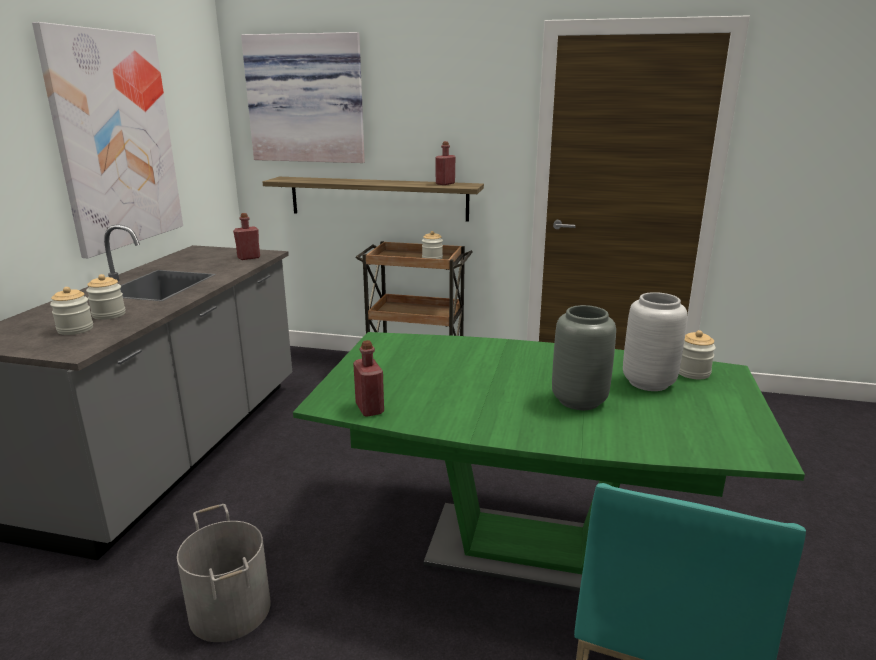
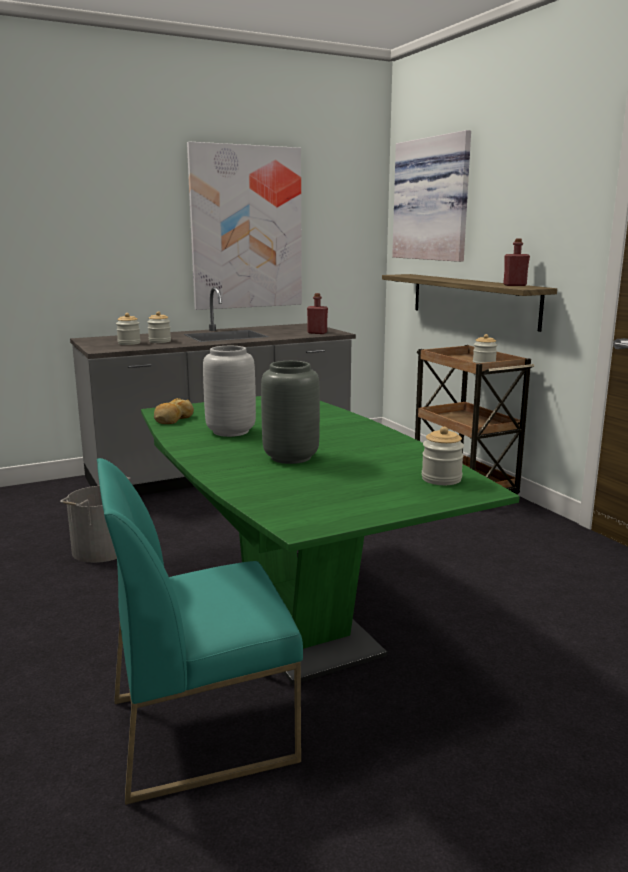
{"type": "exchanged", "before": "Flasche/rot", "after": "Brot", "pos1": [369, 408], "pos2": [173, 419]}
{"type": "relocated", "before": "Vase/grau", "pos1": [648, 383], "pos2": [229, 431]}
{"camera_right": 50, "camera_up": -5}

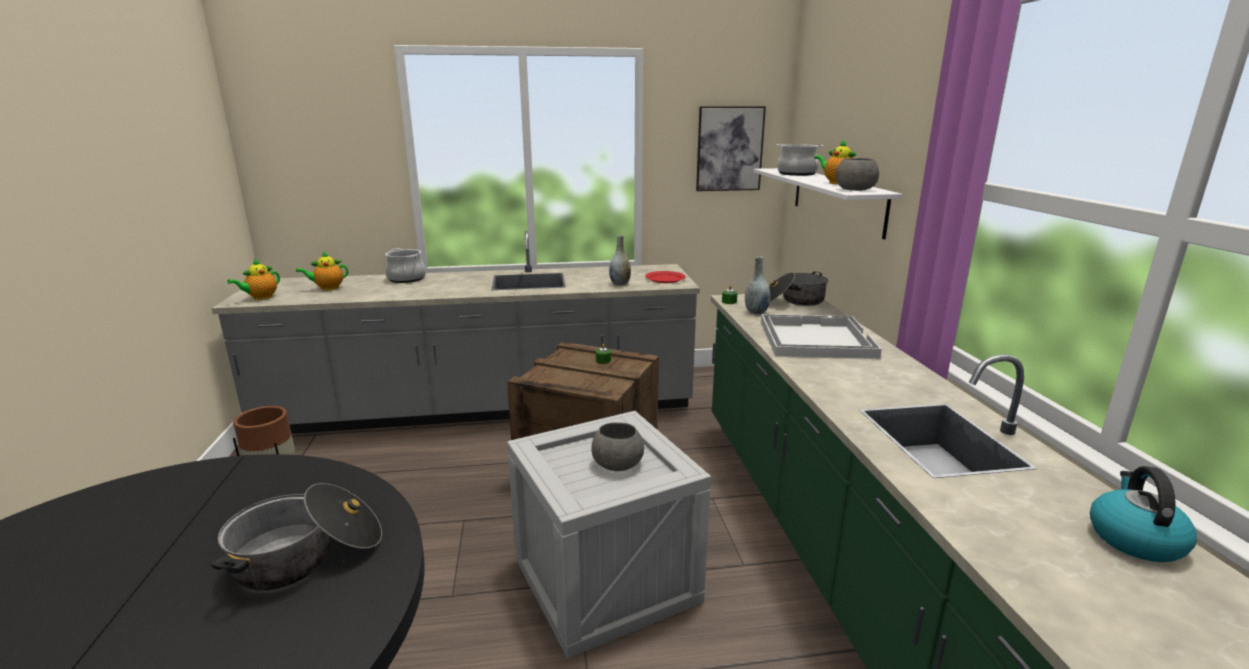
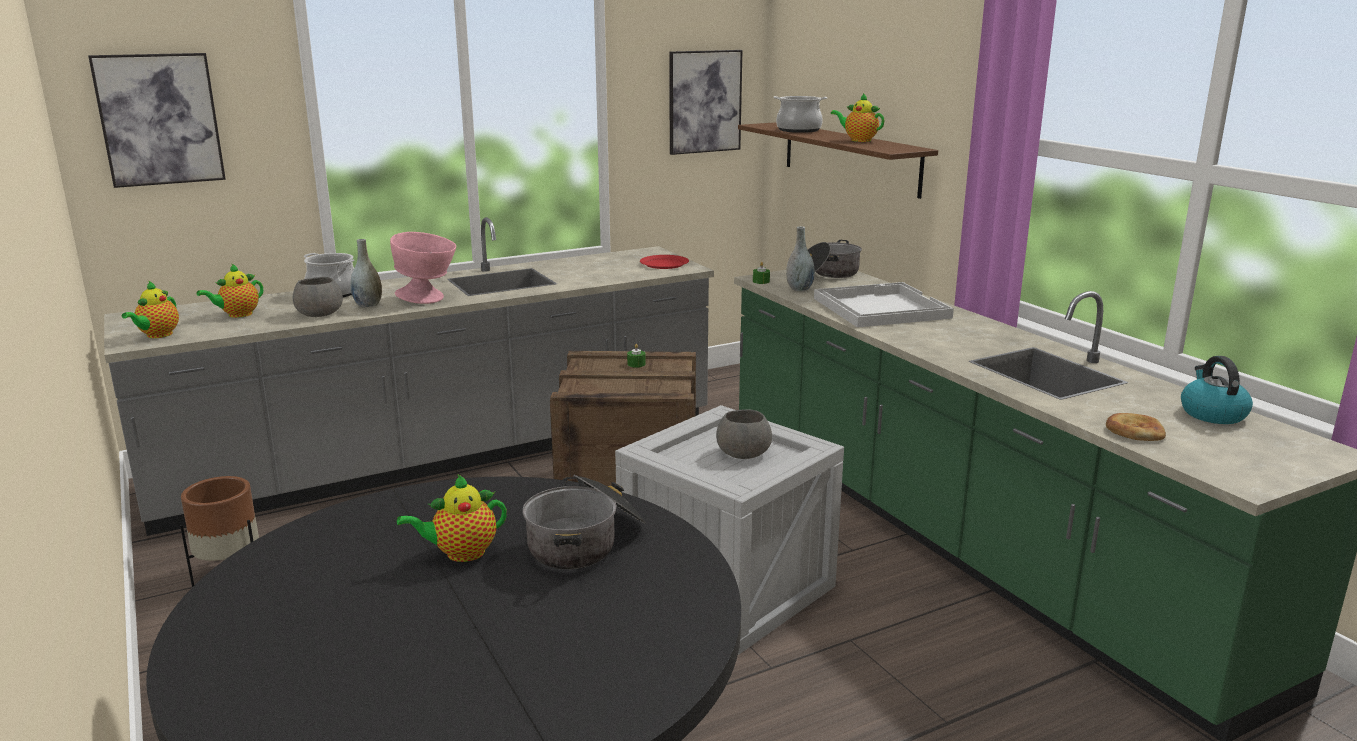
{"type": "relocated", "before": "Vase/grau", "pos1": [620, 284], "pos2": [368, 305]}
{"type": "colour", "before": "Wandregal/weiß", "after": "Wandregal/braun", "pos1": [836, 199], "pos2": [850, 158]}
{"type": "relocated", "before": "Schüssel/grau", "pos1": [854, 189], "pos2": [318, 314]}
{"type": "appeared", "after": "Bild", "pos2": [159, 119]}
{"type": "appeared", "after": "Schüssel/rosa", "pos2": [428, 299]}
{"type": "appeared", "after": "Teekanne", "pos2": [461, 553]}
{"type": "appeared", "after": "Brot", "pos2": [1134, 431]}
{"camera_right": -20, "camera_up": 0}

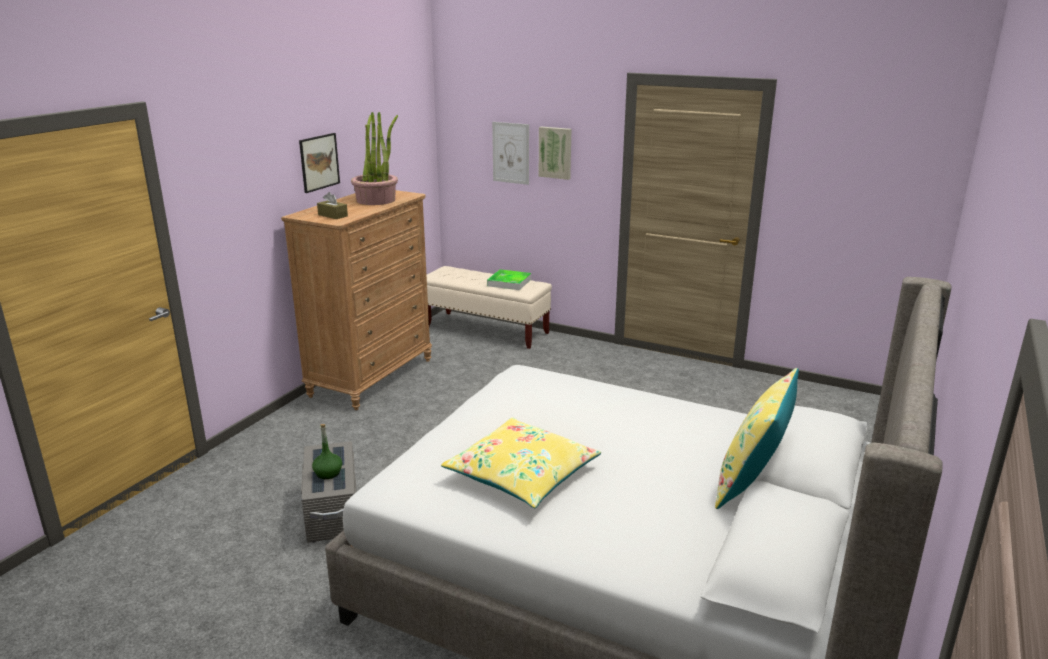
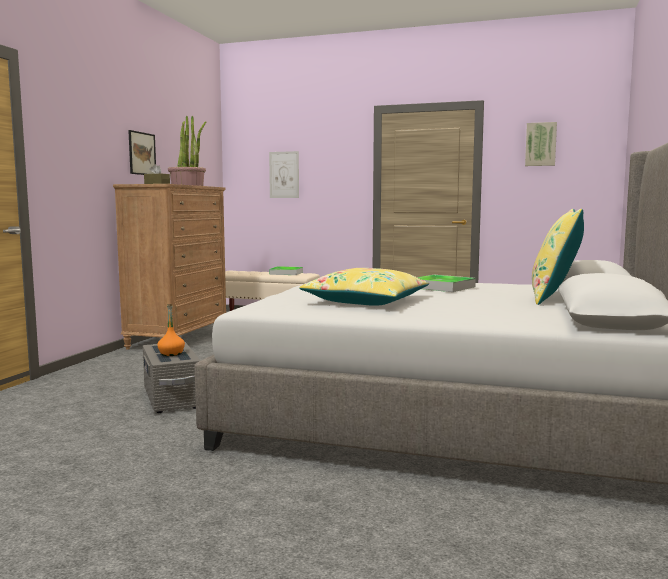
{"type": "colour", "before": "Flasche/grün", "after": "Flasche/orange", "pos1": [328, 473], "pos2": [171, 354]}
{"type": "relocated", "before": "Bild", "pos1": [555, 152], "pos2": [540, 144]}
{"type": "appeared", "after": "Tablett", "pos2": [442, 287]}
{"camera_right": -10, "camera_up": -15}

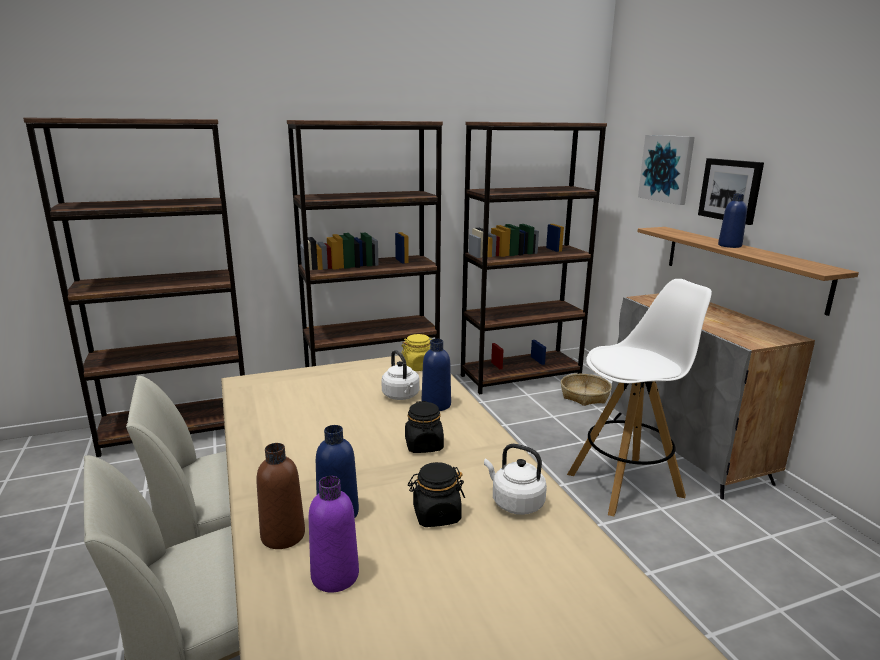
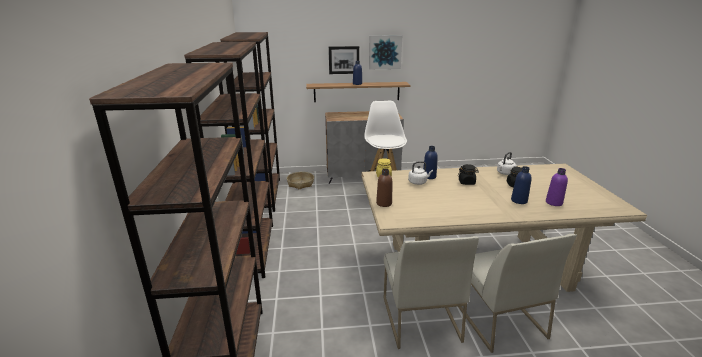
{"type": "relocated", "before": "Flasche/braun", "pos1": [283, 535], "pos2": [384, 203]}
{"type": "relocated", "before": "Bild", "pos1": [666, 168], "pos2": [385, 52]}
{"camera_right": -75, "camera_up": 5}

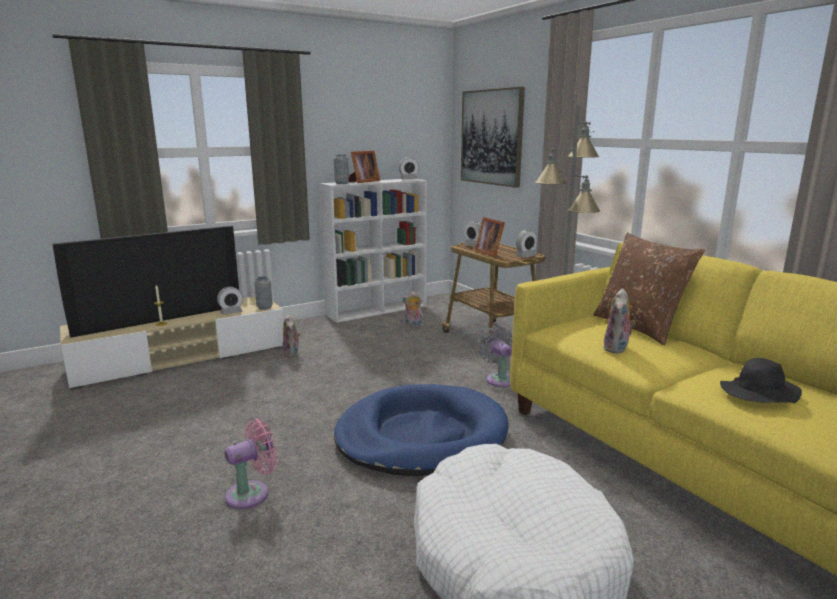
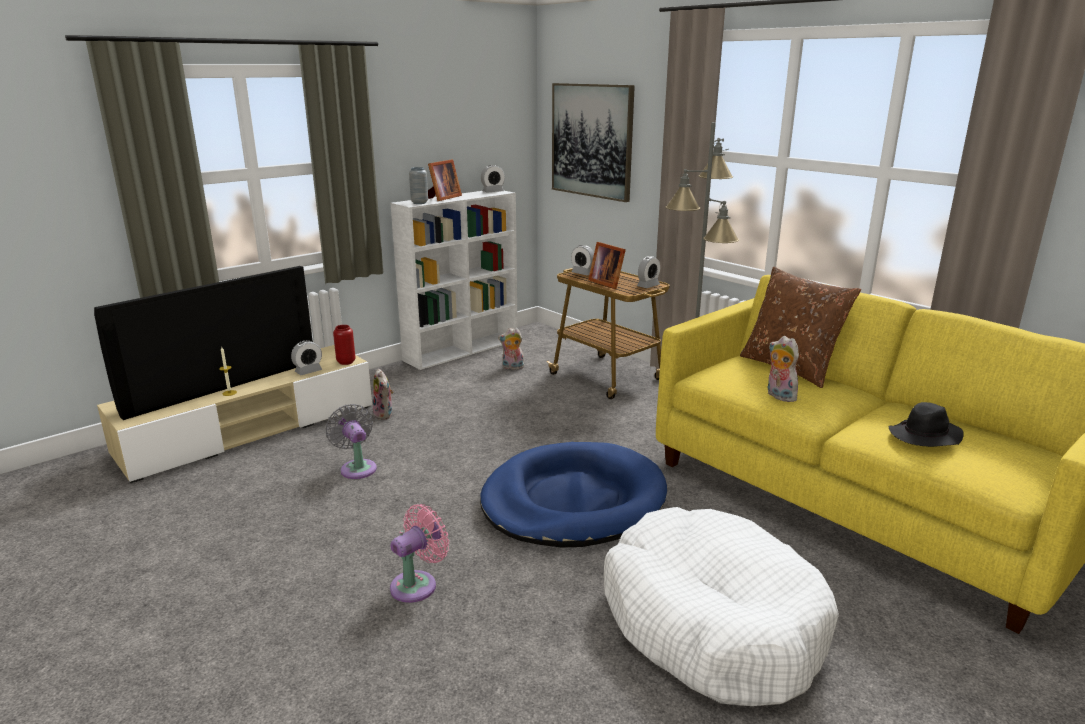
{"type": "colour", "before": "Vase/grau", "after": "Vase/rot", "pos1": [264, 307], "pos2": [346, 362]}
{"type": "relocated", "before": "Ventilator/grau", "pos1": [499, 379], "pos2": [357, 467]}
{"type": "spun", "before": "Plüschtier", "pos1": [617, 349], "pos2": [778, 396], "turn": 135}
{"camera_right": -10, "camera_up": 5}

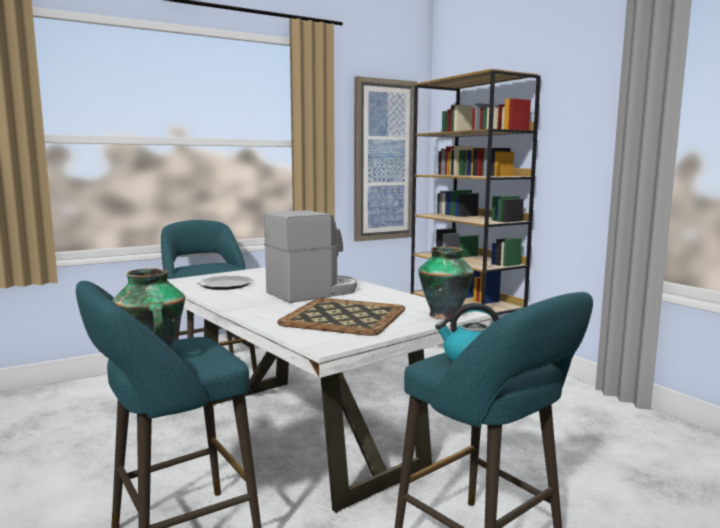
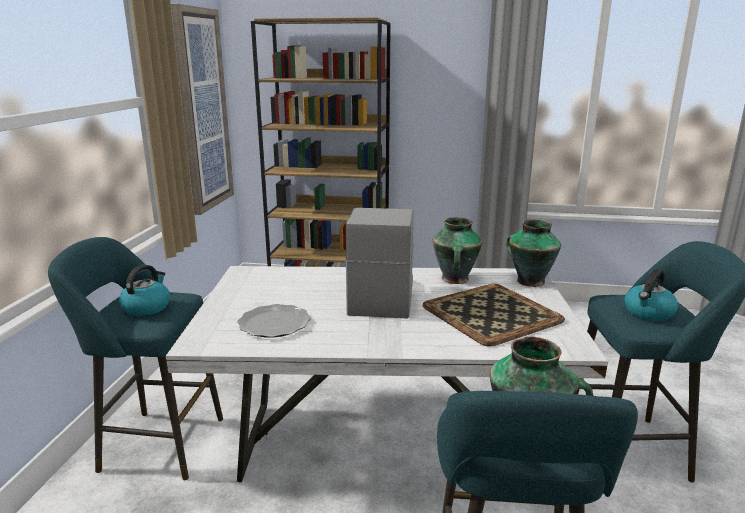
{"type": "appeared", "after": "Wasserkessel", "pos2": [147, 307]}
{"type": "appeared", "after": "Vase", "pos2": [455, 279]}
{"camera_right": -50, "camera_up": 10}

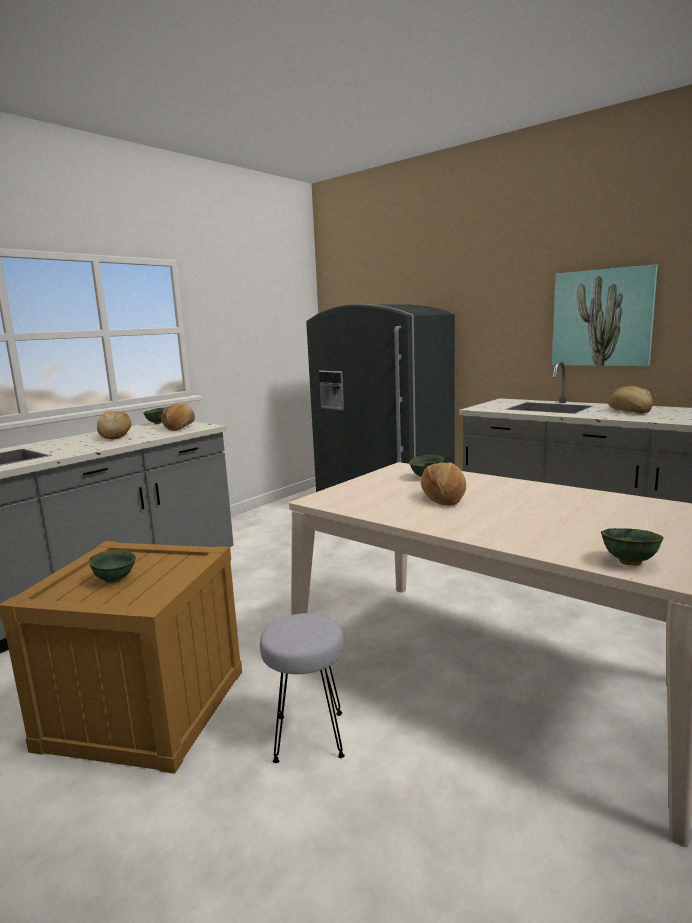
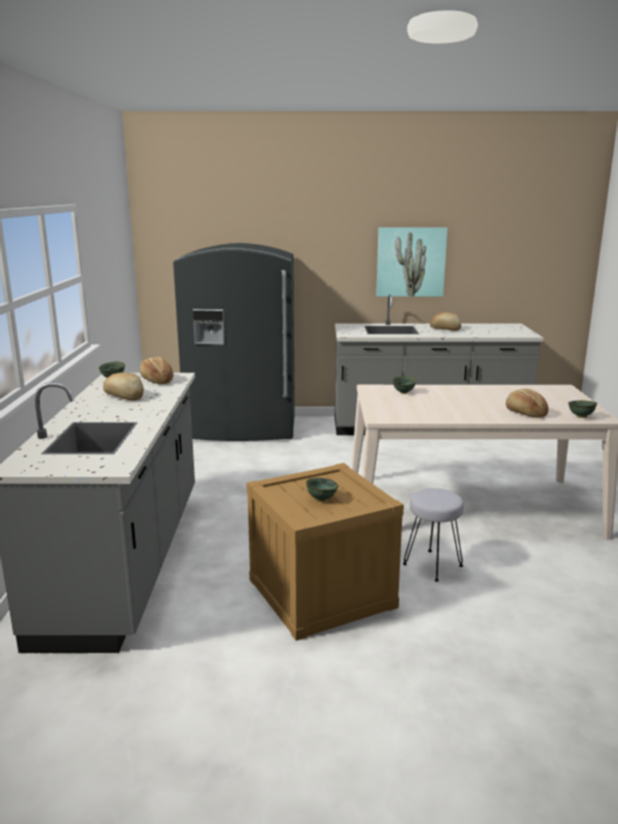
{"type": "relocated", "before": "Brot", "pos1": [444, 498], "pos2": [525, 413]}
{"camera_right": -40, "camera_up": 5}

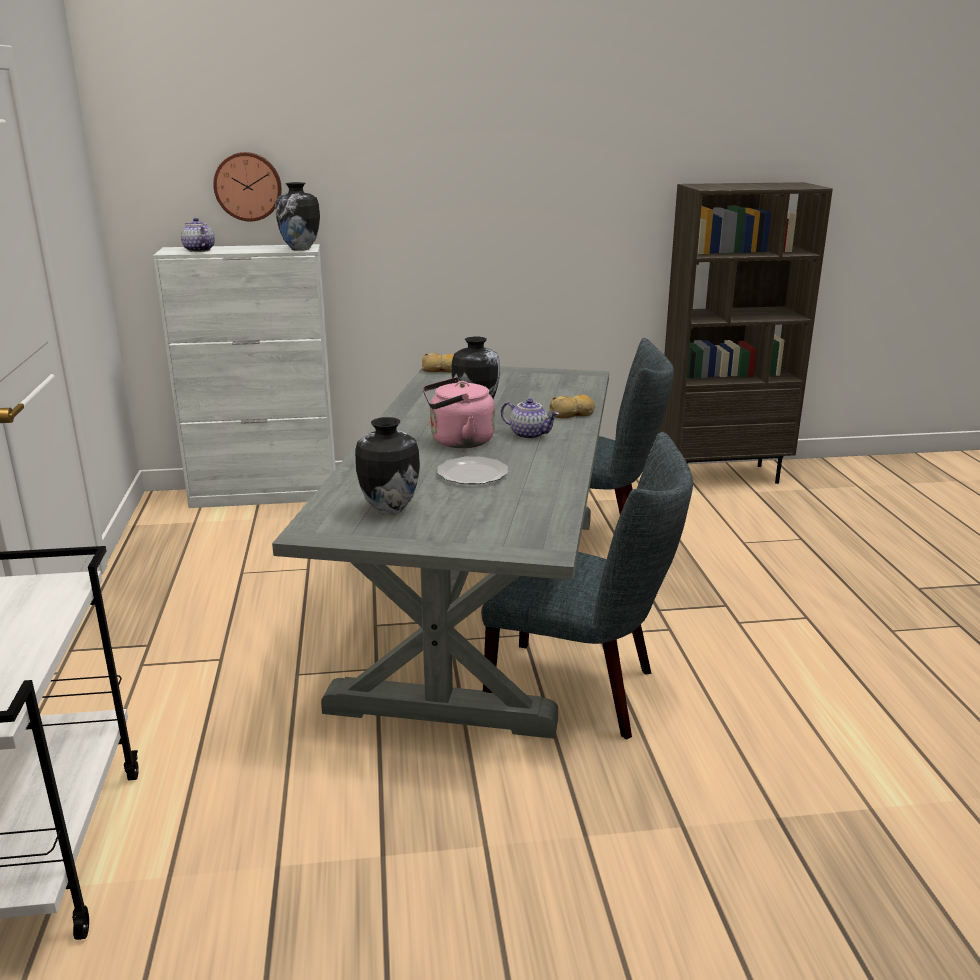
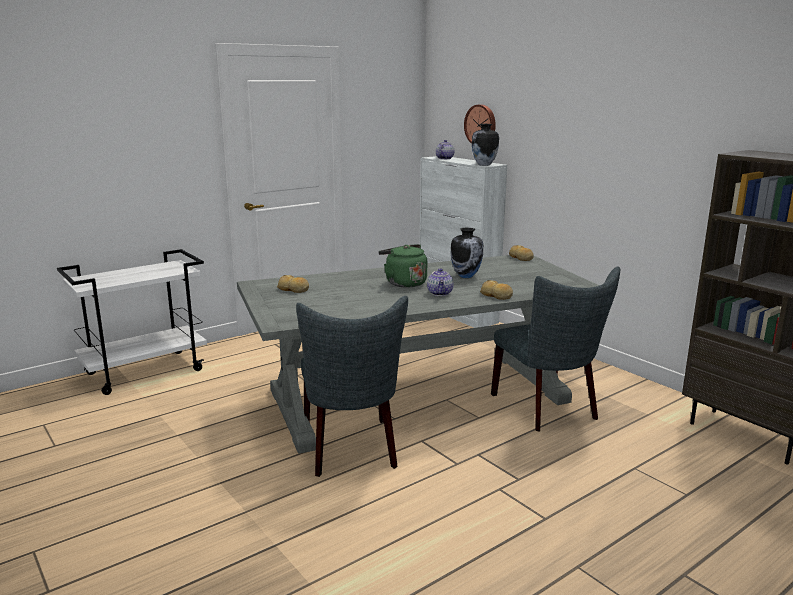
{"type": "exchanged", "before": "Vase", "after": "Brot", "pos1": [388, 509], "pos2": [293, 289]}
{"type": "colour", "before": "Wasserkessel/rosa", "after": "Wasserkessel/grün", "pos1": [458, 442], "pos2": [403, 283]}
{"type": "missing", "before": "Teller", "pos1": [472, 473]}
{"camera_right": 60, "camera_up": -5}

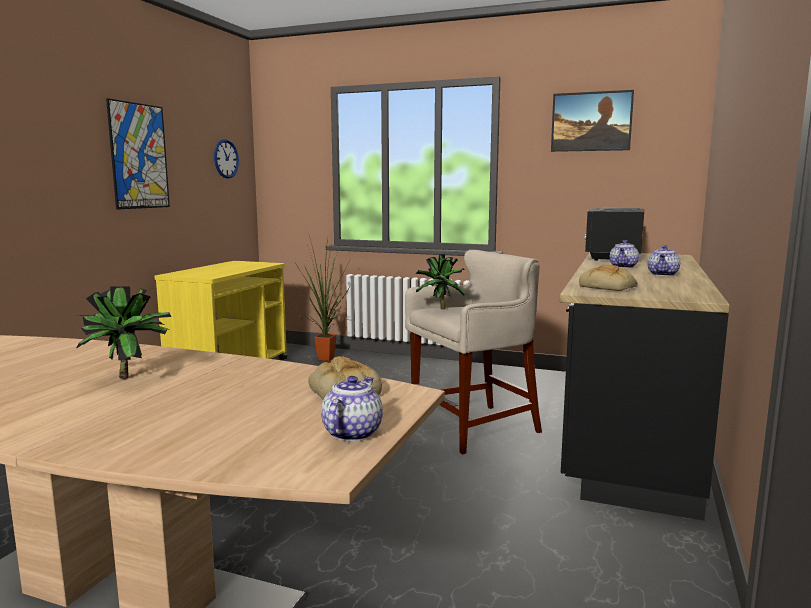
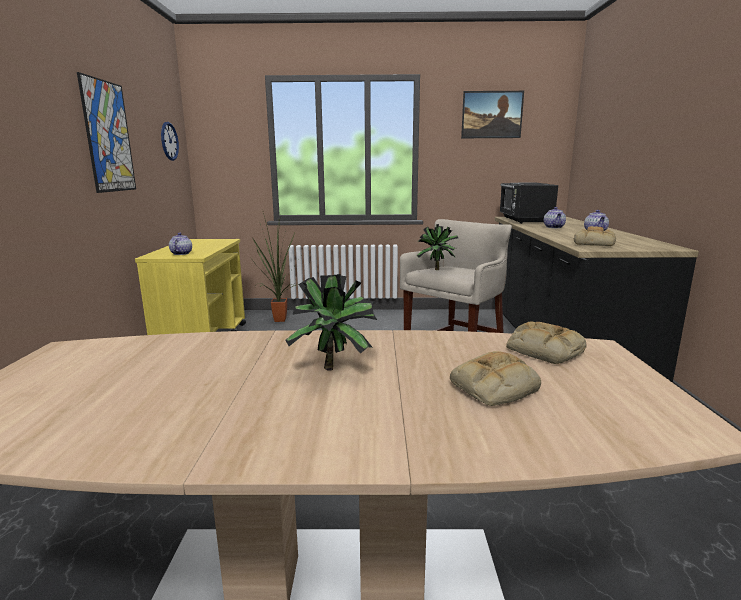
{"type": "relocated", "before": "Teekanne", "pos1": [352, 432], "pos2": [181, 253]}
{"type": "appeared", "after": "Brot", "pos2": [494, 388]}
{"camera_right": -20, "camera_up": 5}

